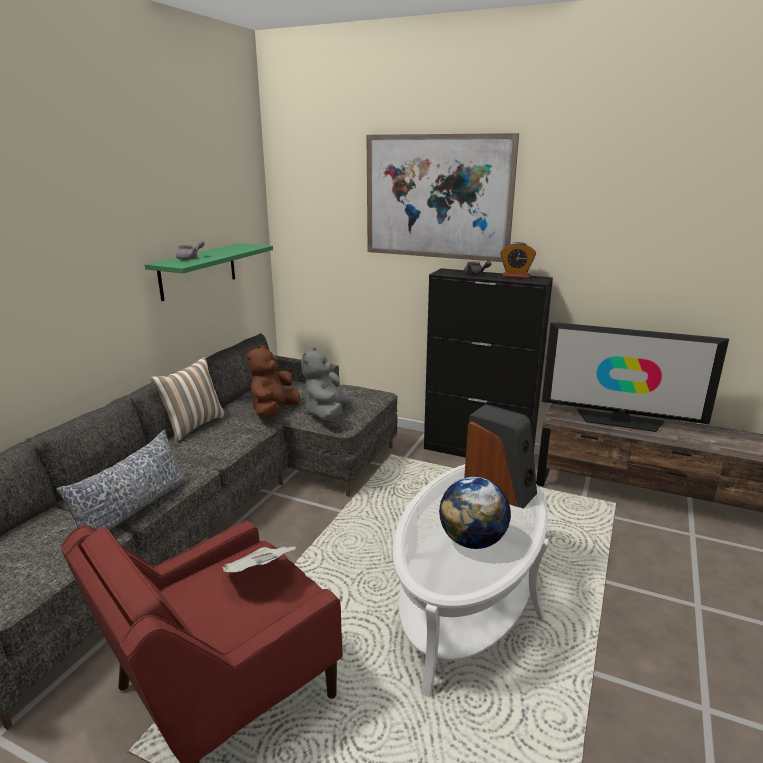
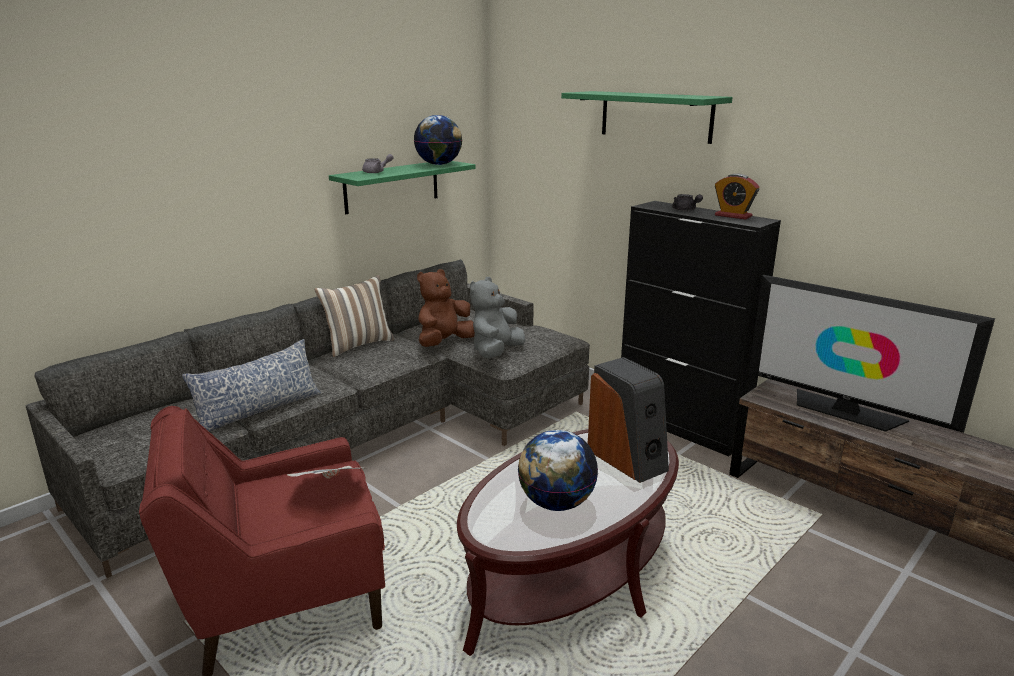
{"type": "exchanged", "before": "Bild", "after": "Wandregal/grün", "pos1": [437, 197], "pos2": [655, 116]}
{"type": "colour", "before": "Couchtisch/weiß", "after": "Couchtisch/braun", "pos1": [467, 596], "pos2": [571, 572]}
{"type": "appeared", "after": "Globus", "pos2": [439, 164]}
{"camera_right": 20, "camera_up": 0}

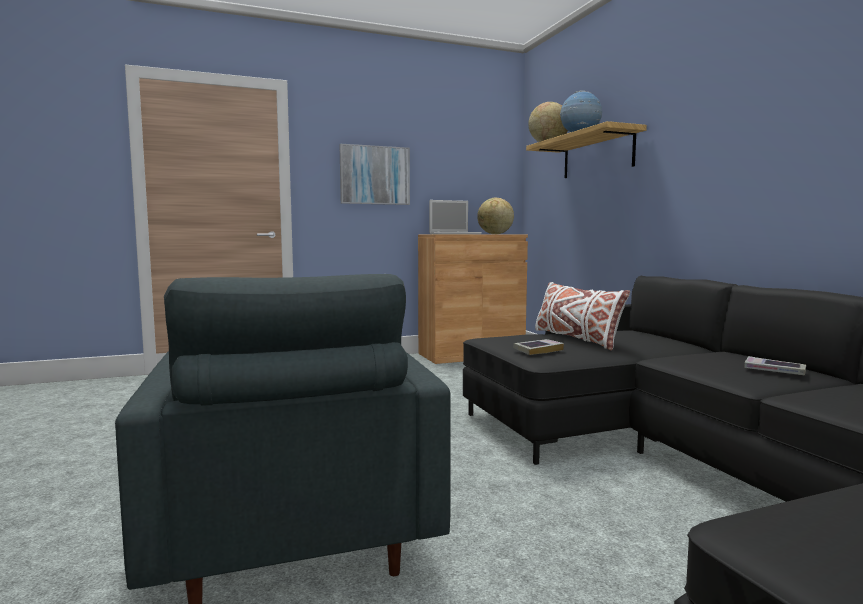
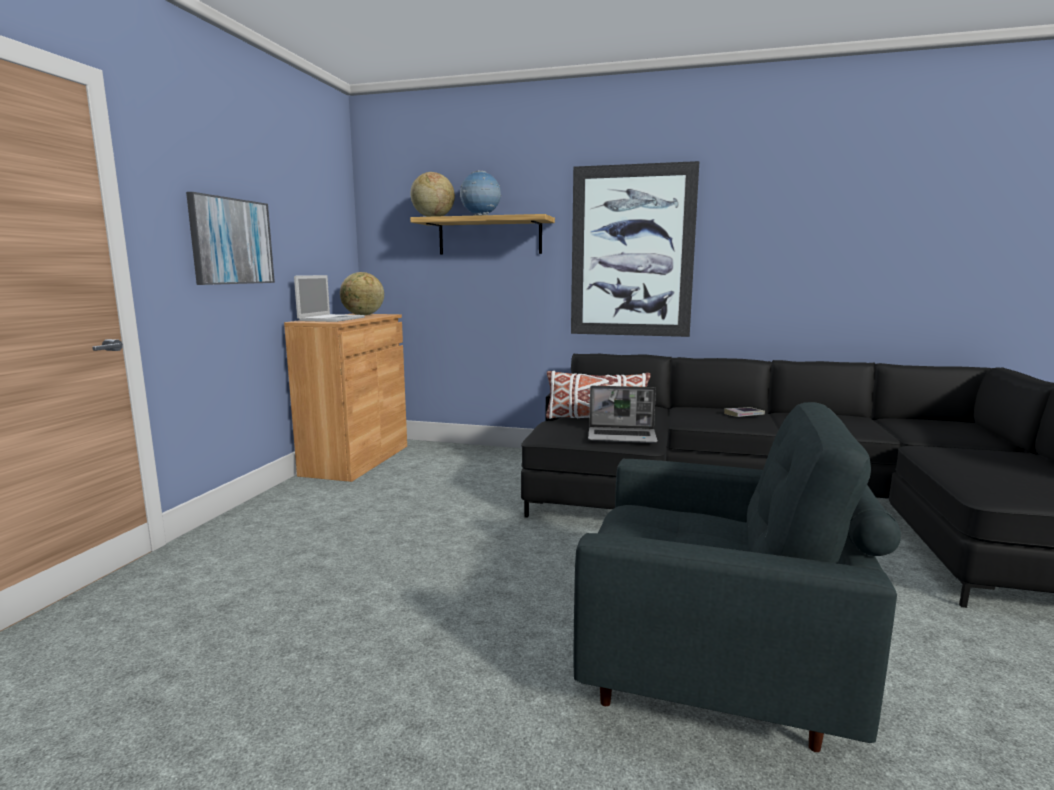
{"type": "exchanged", "before": "Buch", "after": "Laptop", "pos1": [538, 350], "pos2": [622, 436]}
{"type": "appeared", "after": "Bild", "pos2": [631, 252]}
{"camera_right": -55, "camera_up": 5}

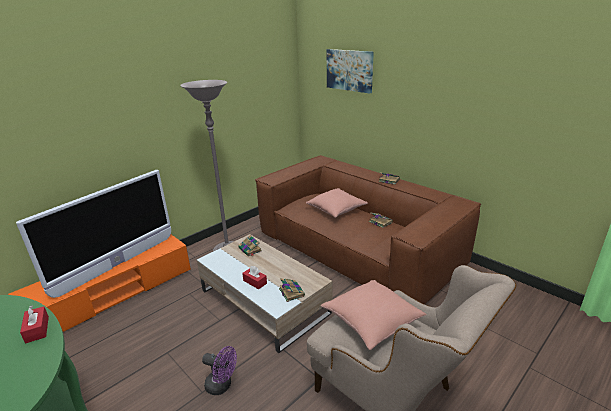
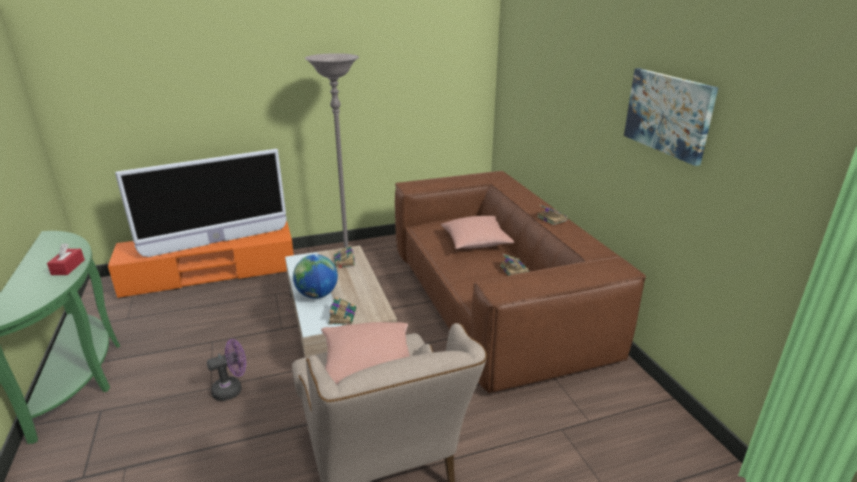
{"type": "spun", "before": "Ventilator/lila", "pos1": [222, 385], "pos2": [232, 389], "turn": -75}
{"type": "exchanged", "before": "Taschentuchbox/rot", "after": "Globus", "pos1": [255, 282], "pos2": [317, 295]}
{"type": "relocated", "before": "Bild", "pos1": [349, 70], "pos2": [668, 114]}
{"camera_right": 25, "camera_up": 0}

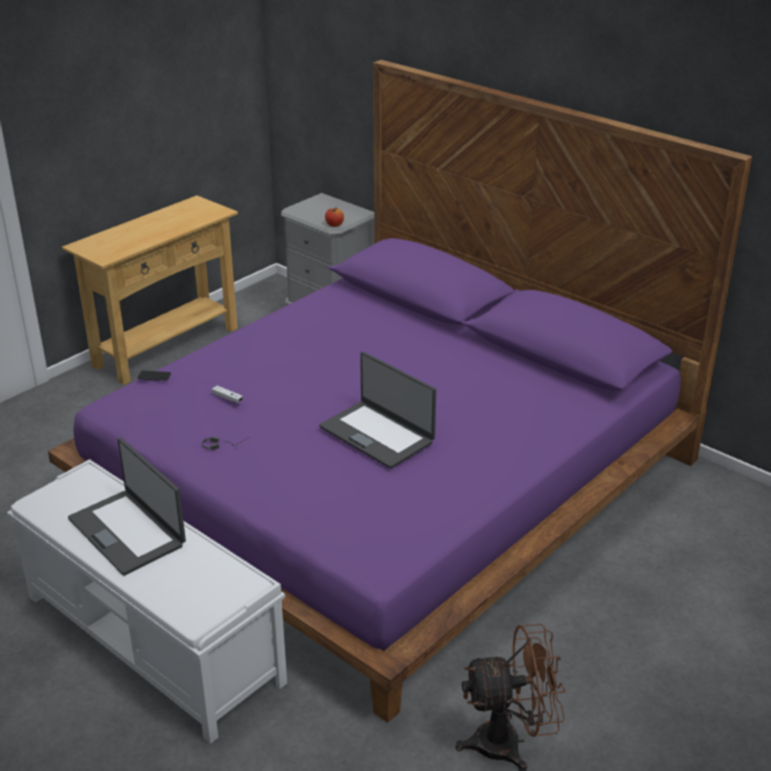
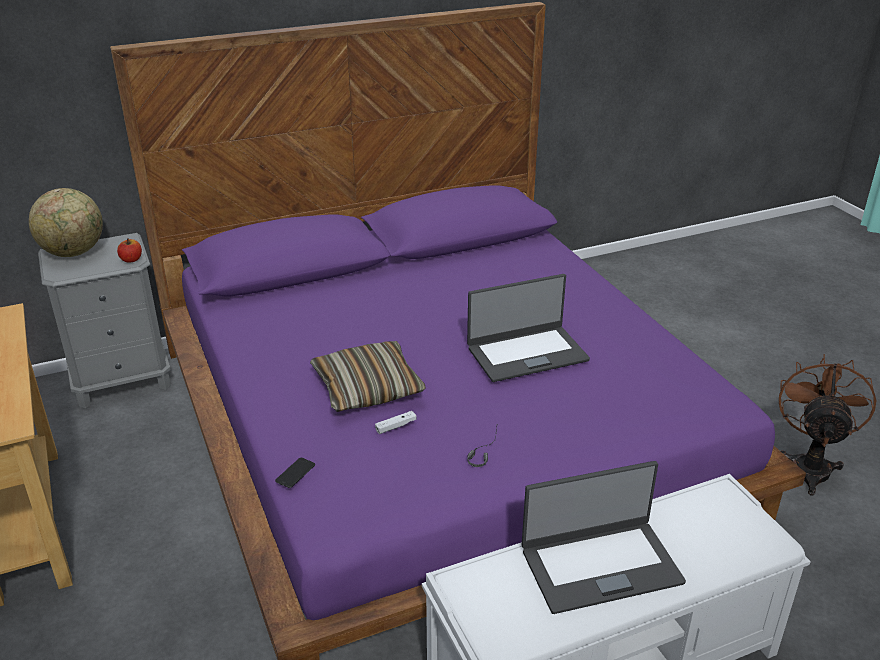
{"type": "appeared", "after": "Globus", "pos2": [74, 253]}
{"type": "appeared", "after": "Kissen", "pos2": [367, 388]}
{"camera_right": -65, "camera_up": 0}

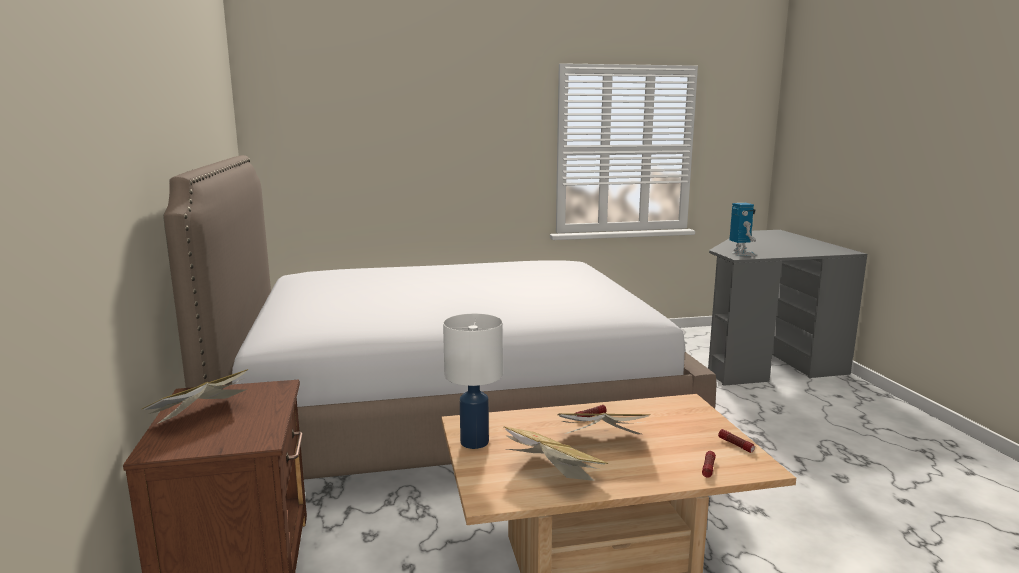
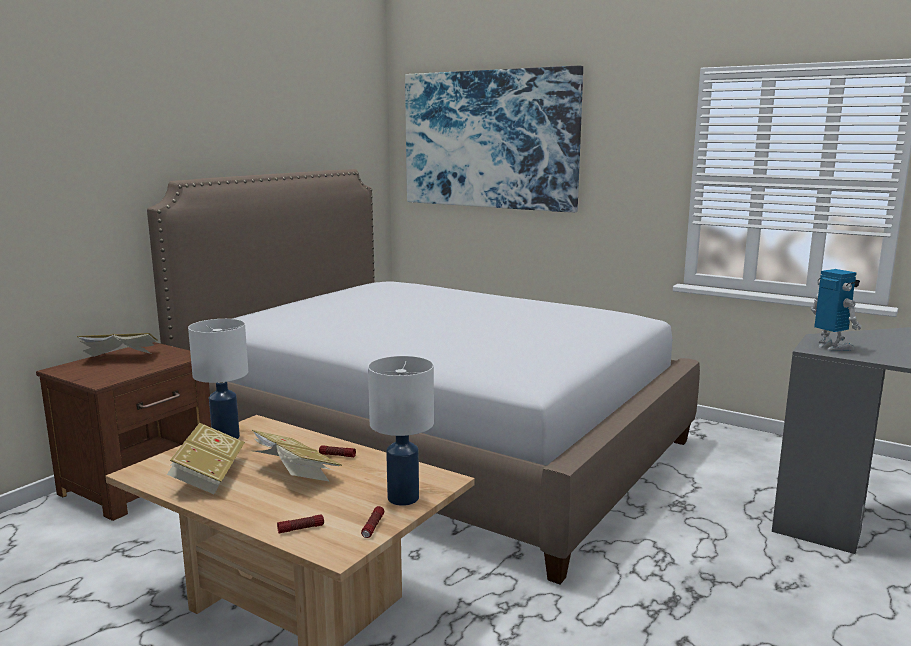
{"type": "spun", "before": "Spielzeugroboter", "pos1": [741, 254], "pos2": [831, 347], "turn": -60}
{"type": "appeared", "after": "Tischlampe/weiß", "pos2": [404, 498]}
{"type": "appeared", "after": "Bild", "pos2": [489, 140]}
{"camera_right": 45, "camera_up": 0}

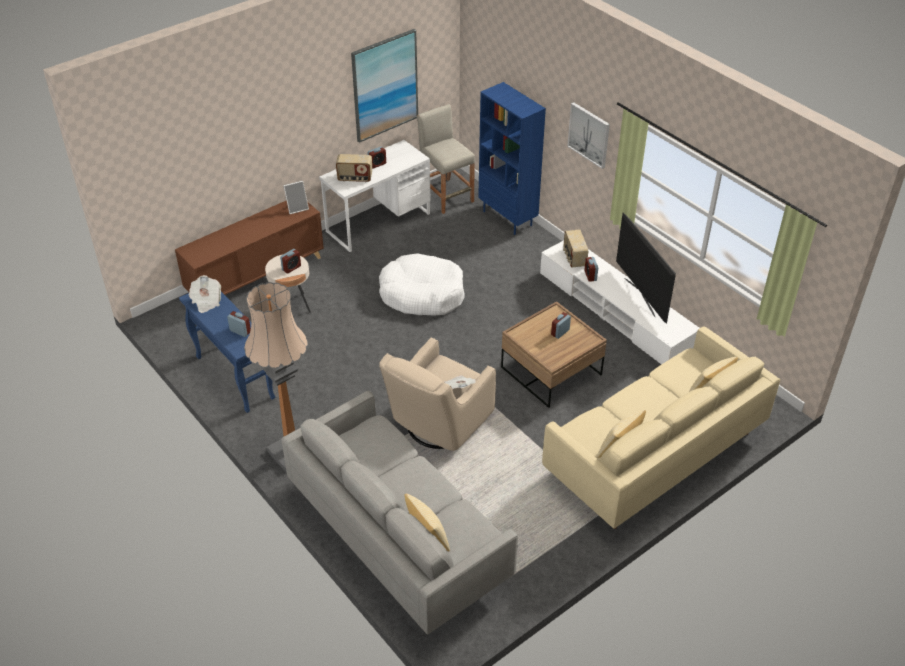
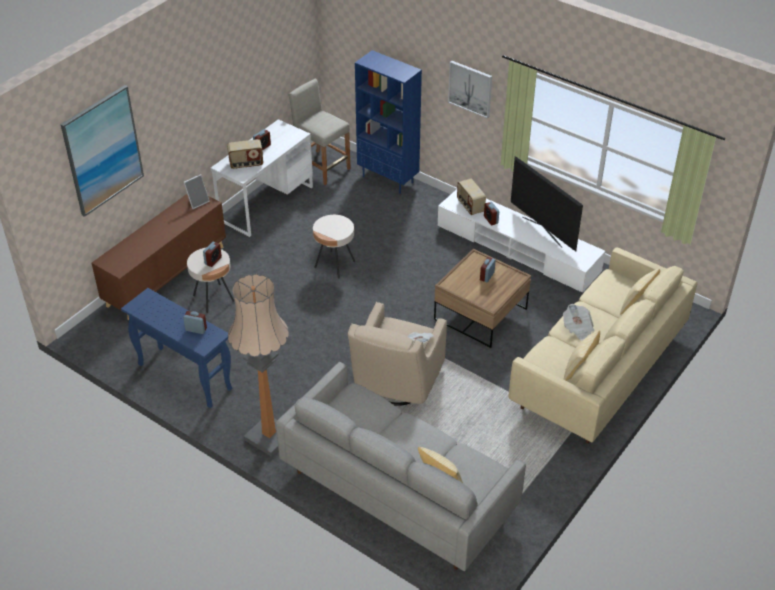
{"type": "relocated", "before": "Zeitung", "pos1": [206, 301], "pos2": [577, 328]}
{"type": "relocated", "before": "Bild", "pos1": [385, 85], "pos2": [102, 150]}
{"type": "exchanged", "before": "Hundebett/weiß", "after": "Beistelltisch/beige", "pos1": [422, 294], "pos2": [334, 264]}
{"camera_right": -15, "camera_up": 0}

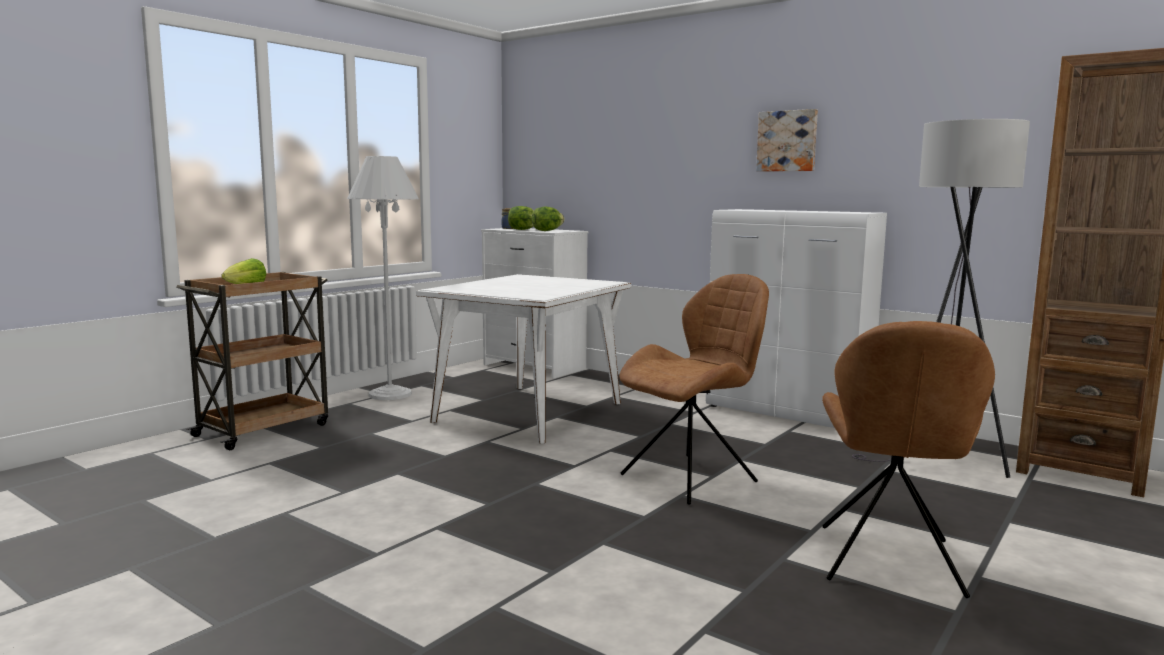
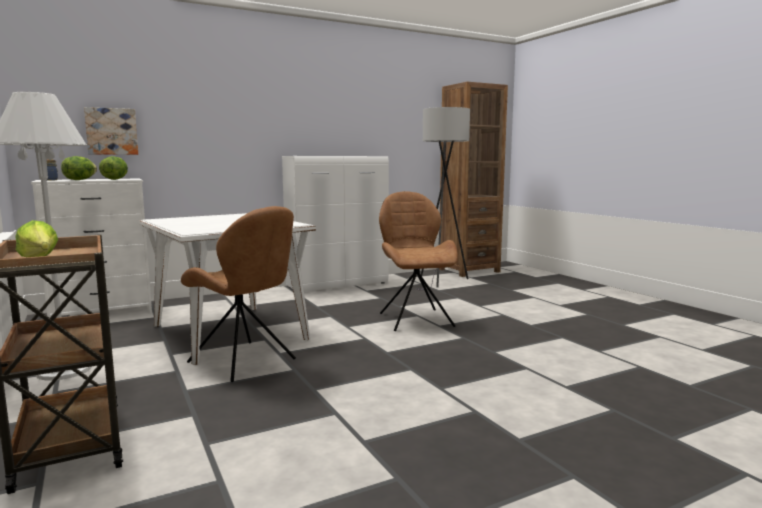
{"type": "relocated", "before": "Bild", "pos1": [787, 141], "pos2": [111, 131]}
{"type": "relocated", "before": "Stuhl/braun", "pos1": [889, 563], "pos2": [244, 362]}
{"camera_right": -65, "camera_up": 0}

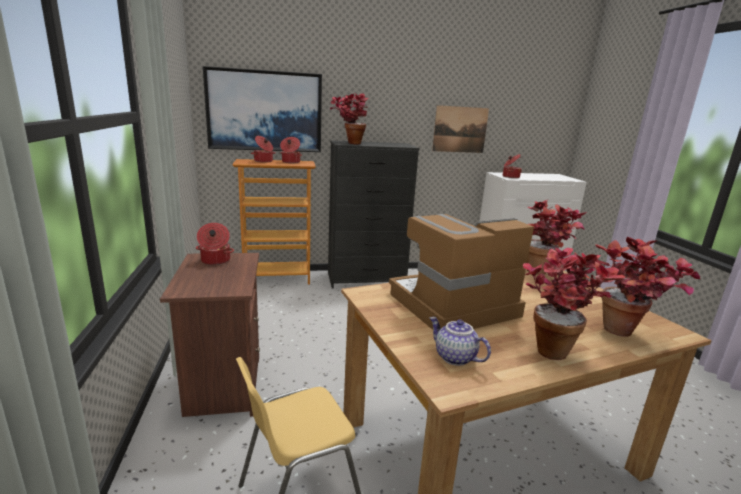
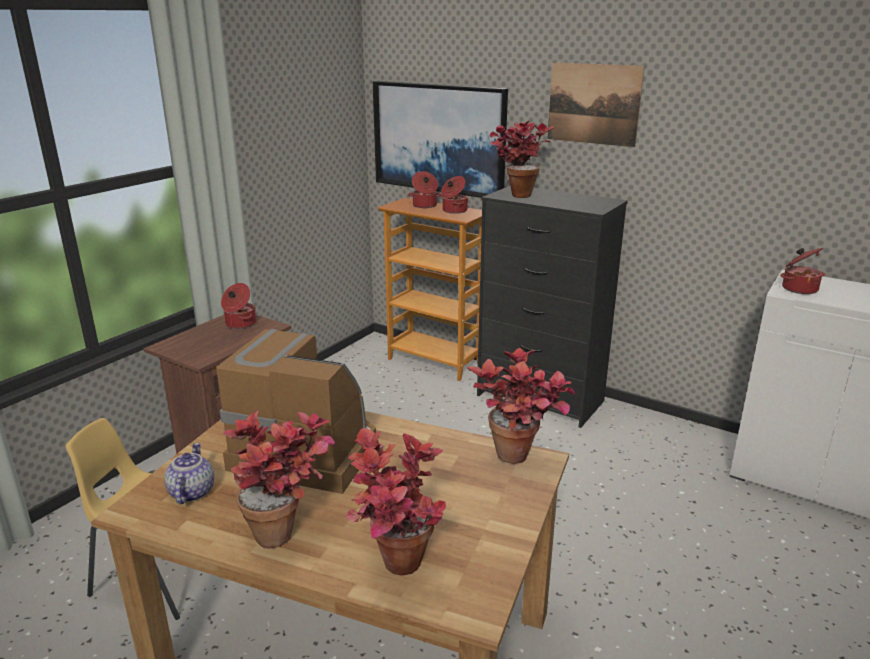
{"type": "relocated", "before": "Bild", "pos1": [460, 129], "pos2": [593, 104]}
{"camera_right": 45, "camera_up": 5}

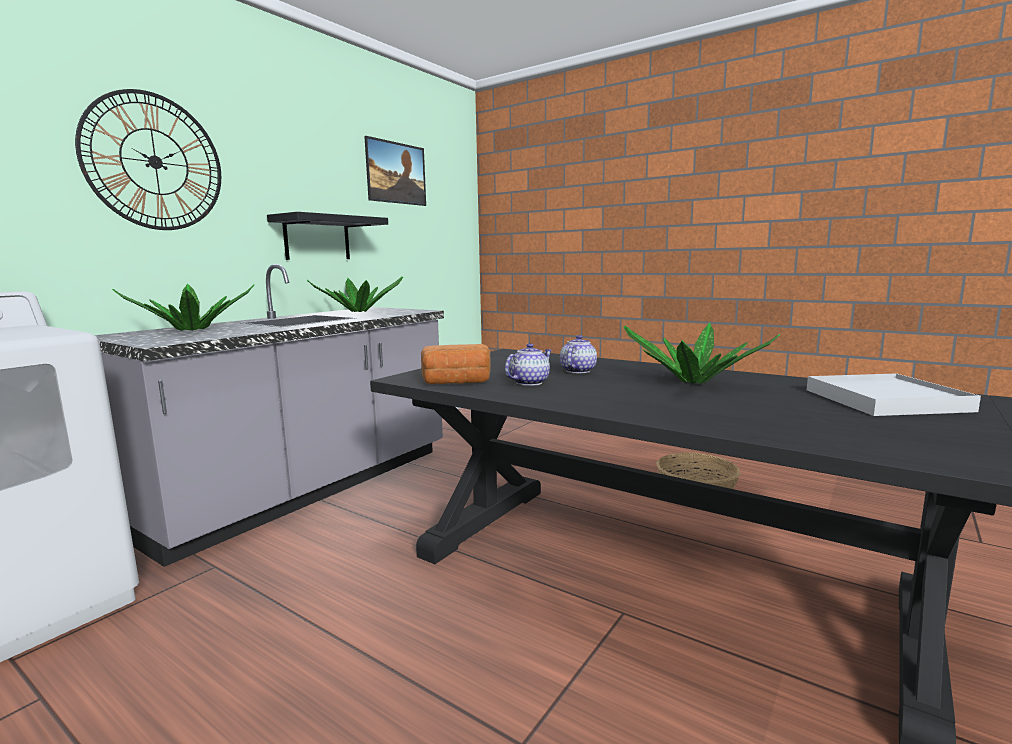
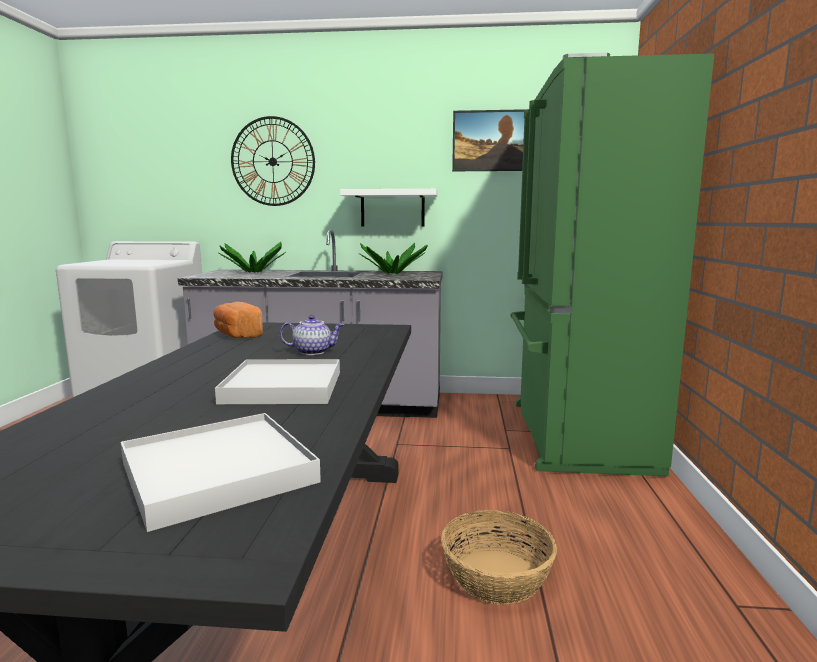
{"type": "colour", "before": "Wandregal/schwarz", "after": "Wandregal/weiß", "pos1": [317, 238], "pos2": [392, 208]}
{"type": "missing", "before": "Teekanne", "pos1": [529, 382]}
{"type": "exchanged", "before": "Topfpflanze", "after": "Tablett/weiß", "pos1": [694, 382], "pos2": [283, 387]}
{"type": "appeared", "after": "Kühlschrank/grün", "pos2": [575, 435]}
{"camera_right": 60, "camera_up": 0}

